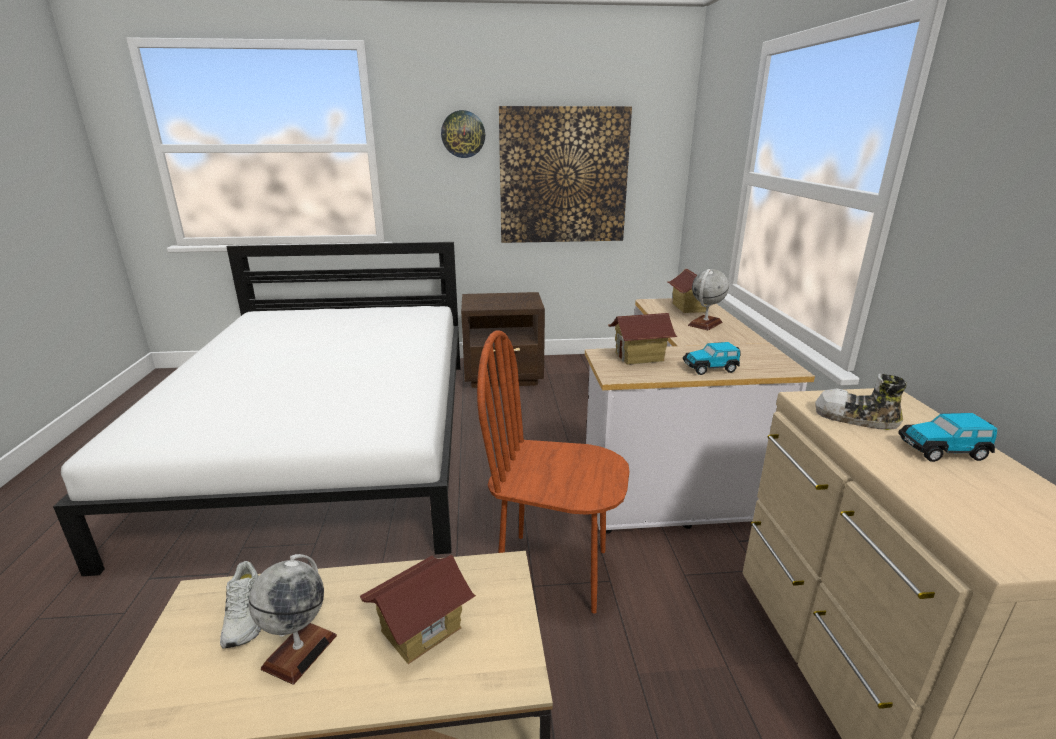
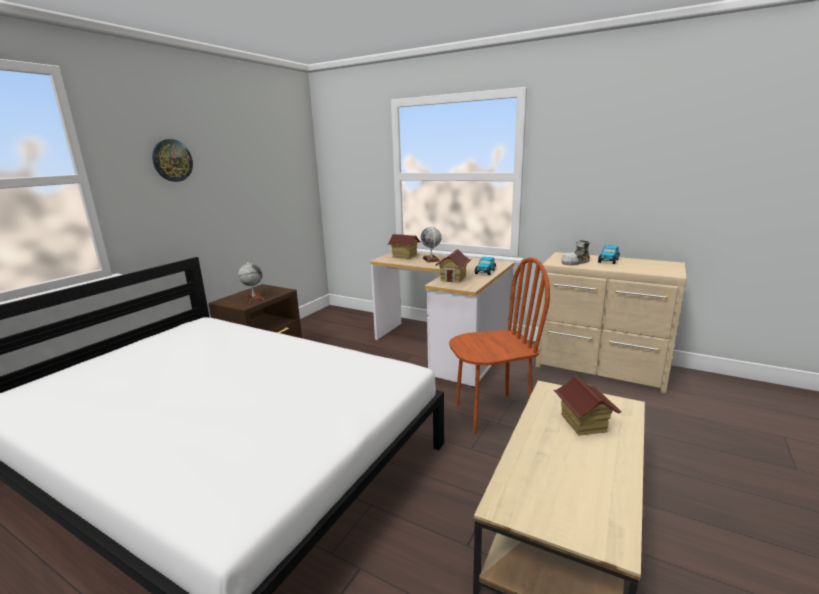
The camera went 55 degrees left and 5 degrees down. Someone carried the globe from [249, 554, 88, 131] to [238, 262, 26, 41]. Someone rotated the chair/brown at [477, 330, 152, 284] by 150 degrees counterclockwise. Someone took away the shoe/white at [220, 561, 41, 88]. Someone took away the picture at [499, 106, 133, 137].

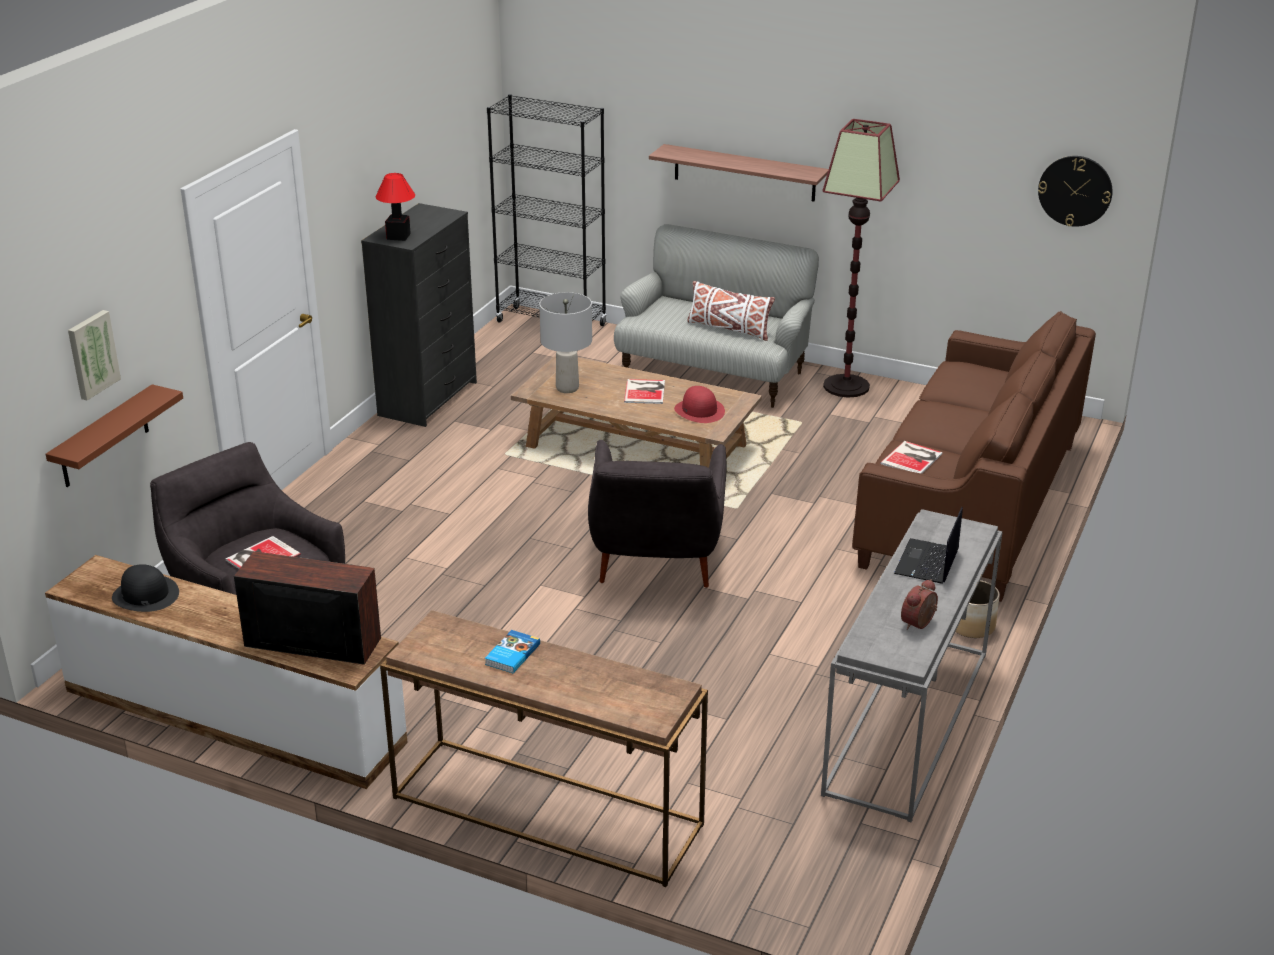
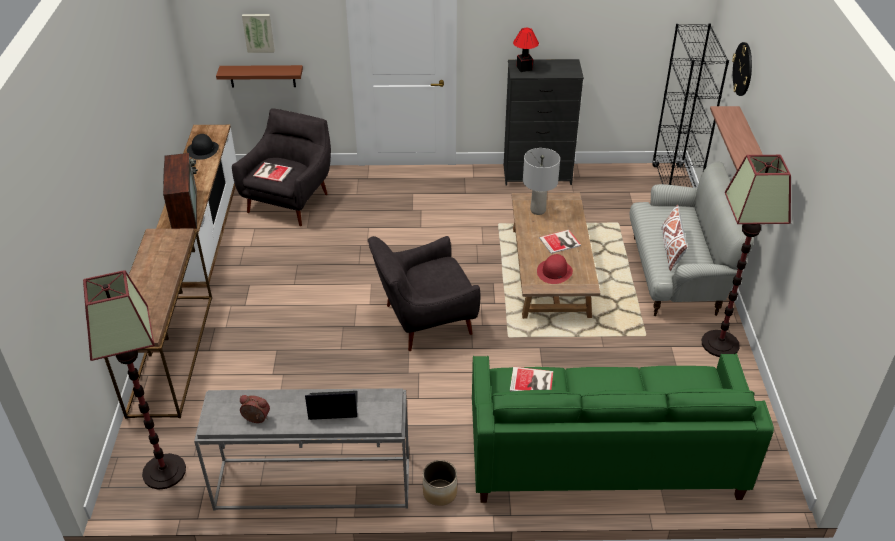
The camera went 65 degrees right and 10 degrees up. Someone put down the floor lamp at [83, 270, 103, 220]. Someone repainted the sofa/brown at [852, 311, 244, 291], which became the sofa/green at [472, 353, 302, 150]. Someone carried the wall clock from [1038, 156, 74, 71] to [732, 42, 20, 54]. Someone took away the book at [485, 630, 55, 43].

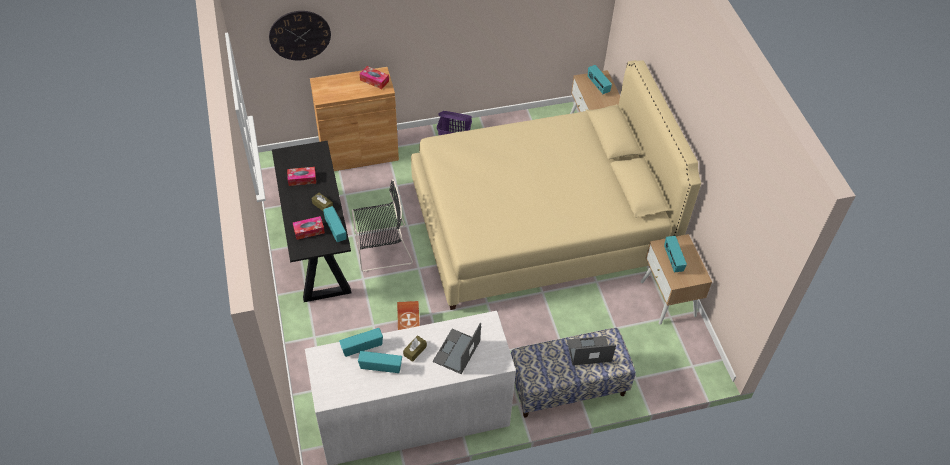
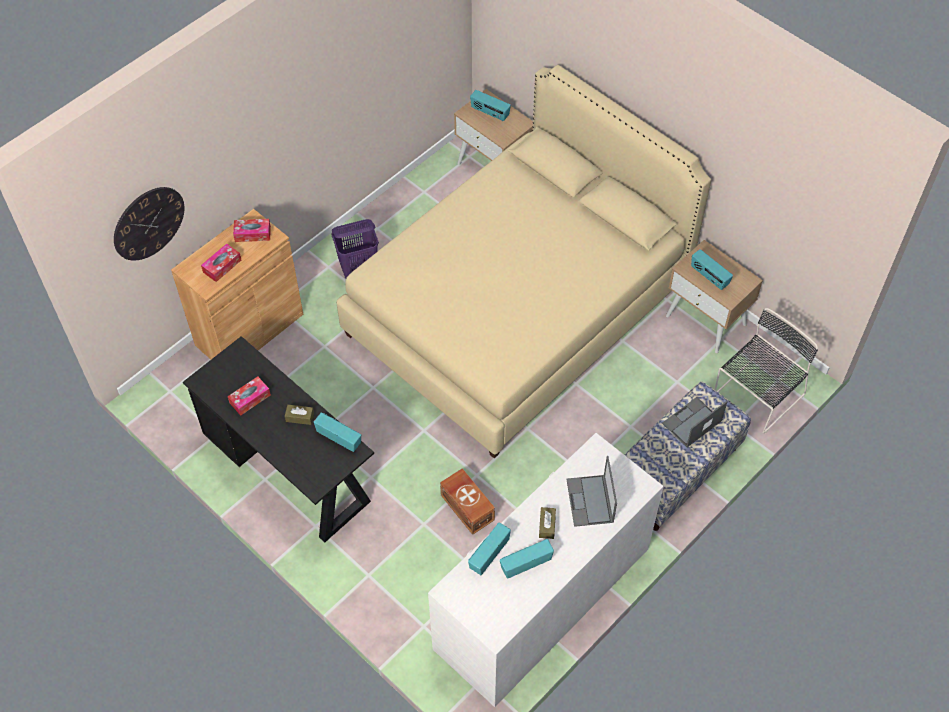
The camera went 30 degrees left and 5 degrees up. Someone carried the tissue box from [293, 216, 32, 24] to [201, 244, 40, 38]. Someone carried the chair/black from [352, 179, 61, 93] to [715, 308, 103, 126].

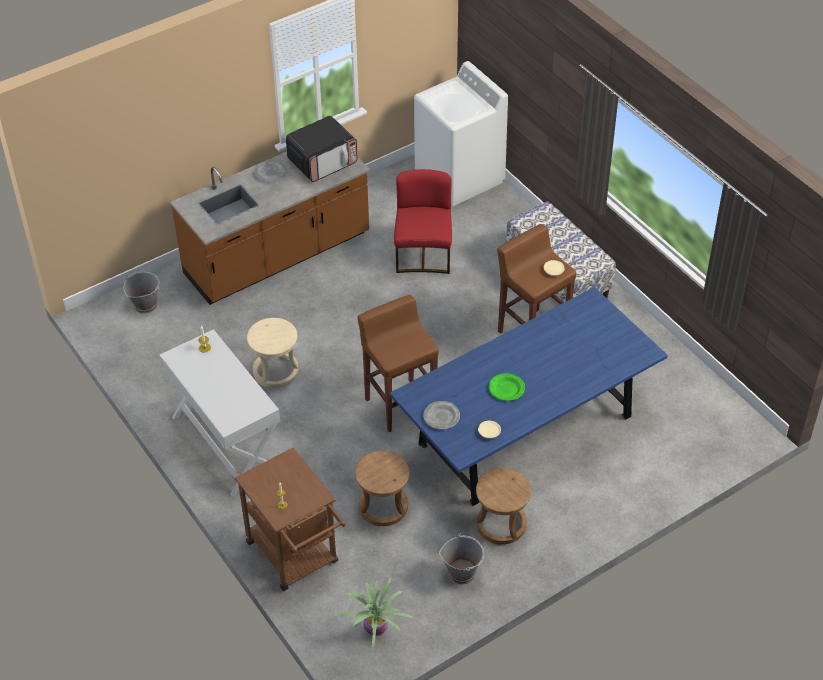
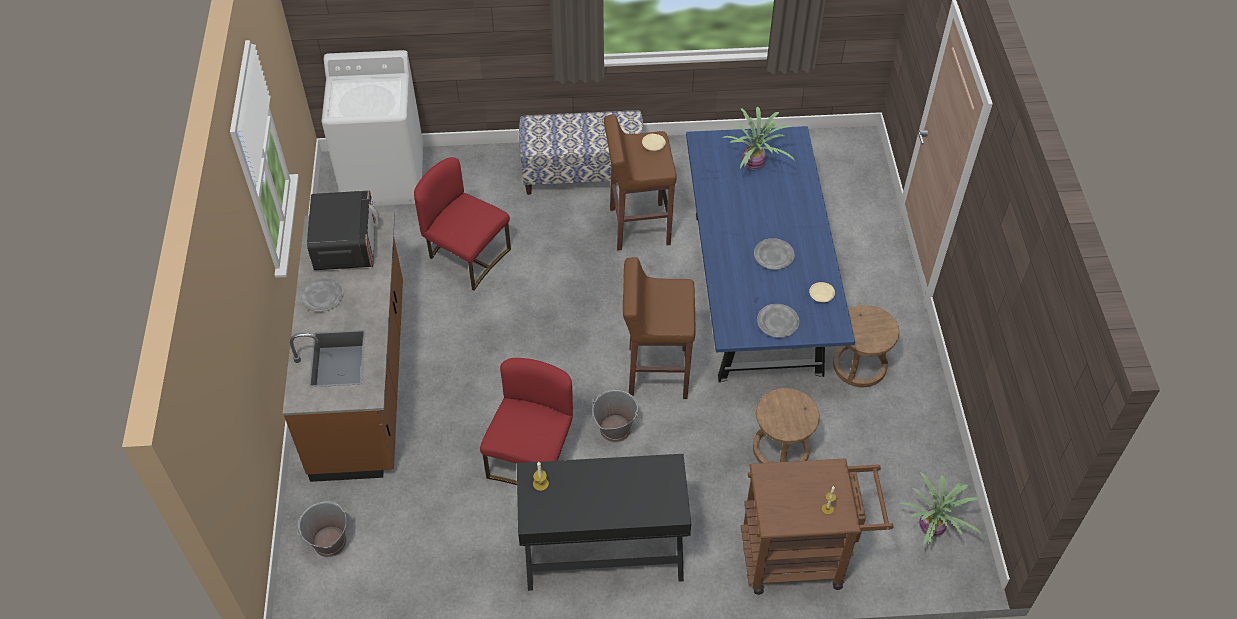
The camera went 60 degrees left and 5 degrees up. Someone swapped the stool/beige at [247, 318, 52, 70] for the chair/red at [480, 358, 93, 127]. Someone repainted the console table/white at [160, 329, 120, 168], which became the console table/black at [517, 454, 174, 137]. Someone carried the bucket/grey from [439, 534, 45, 50] to [592, 390, 47, 53]. Someone put down the potted plant at [722, 107, 73, 63]. Someone repainted the plate/green at [489, 373, 36, 28], which became the plate/grey at [754, 238, 40, 32].

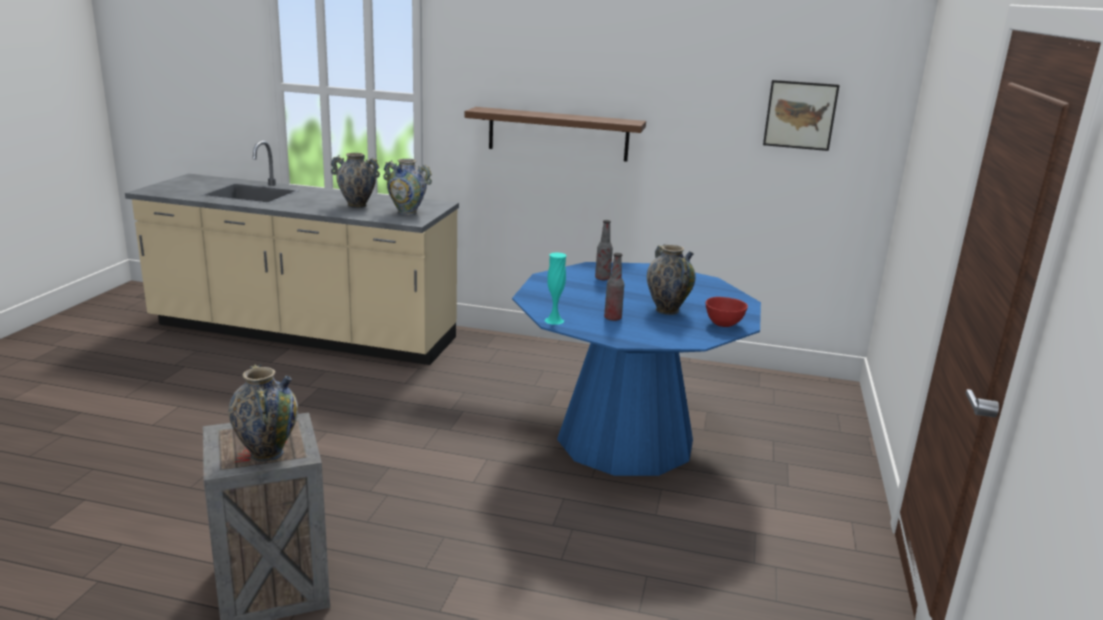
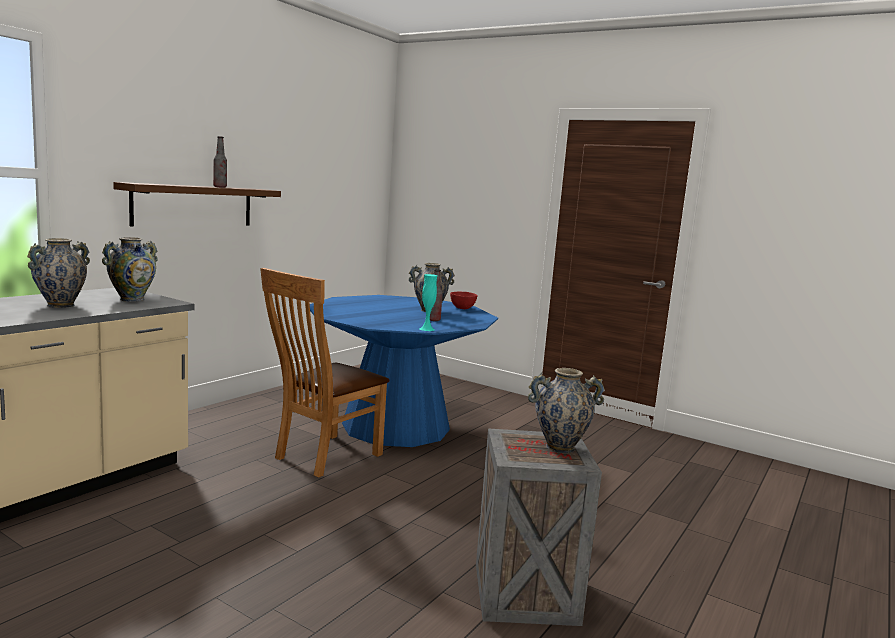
The camera went 70 degrees left and 10 degrees down. Someone carried the bottle from [595, 220, 18, 60] to [213, 136, 14, 52]. Someone put down the chair/brown at [260, 268, 130, 210]. Someone took away the picture at [763, 80, 77, 71].

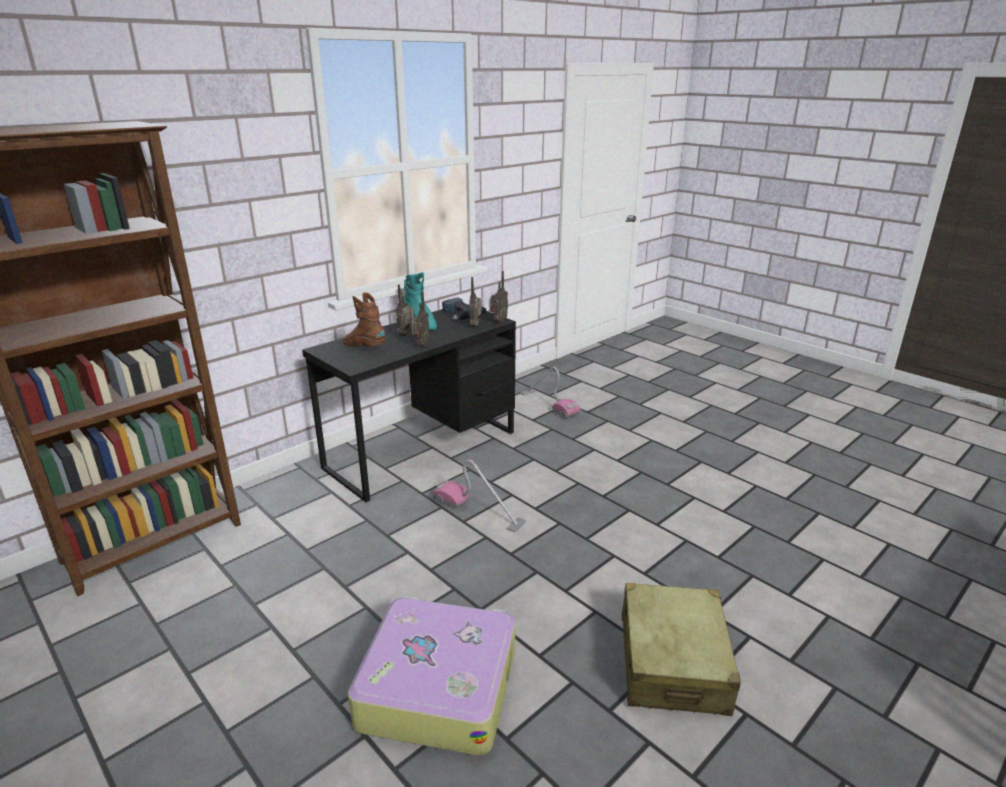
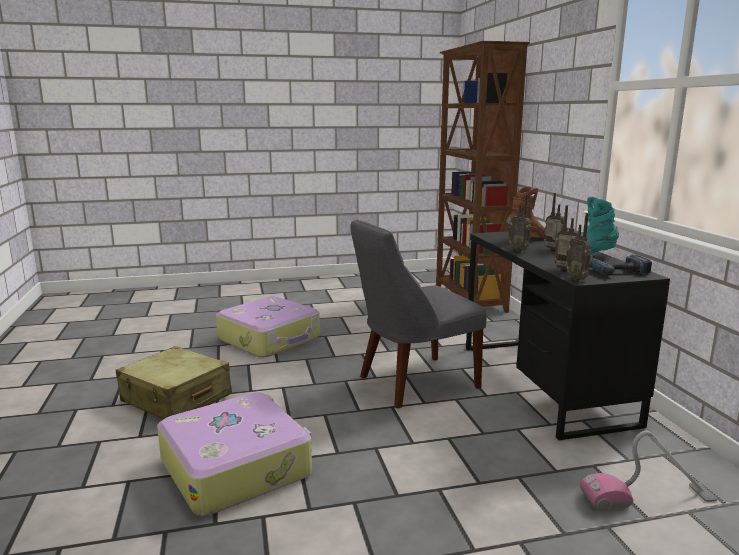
The camera went 120 degrees right and 10 degrees down. Someone put down the suitcase at [157, 392, 155, 124]. Someone swapped the vacuum cleaner at [433, 460, 93, 72] for the chair/grey at [351, 220, 135, 188].

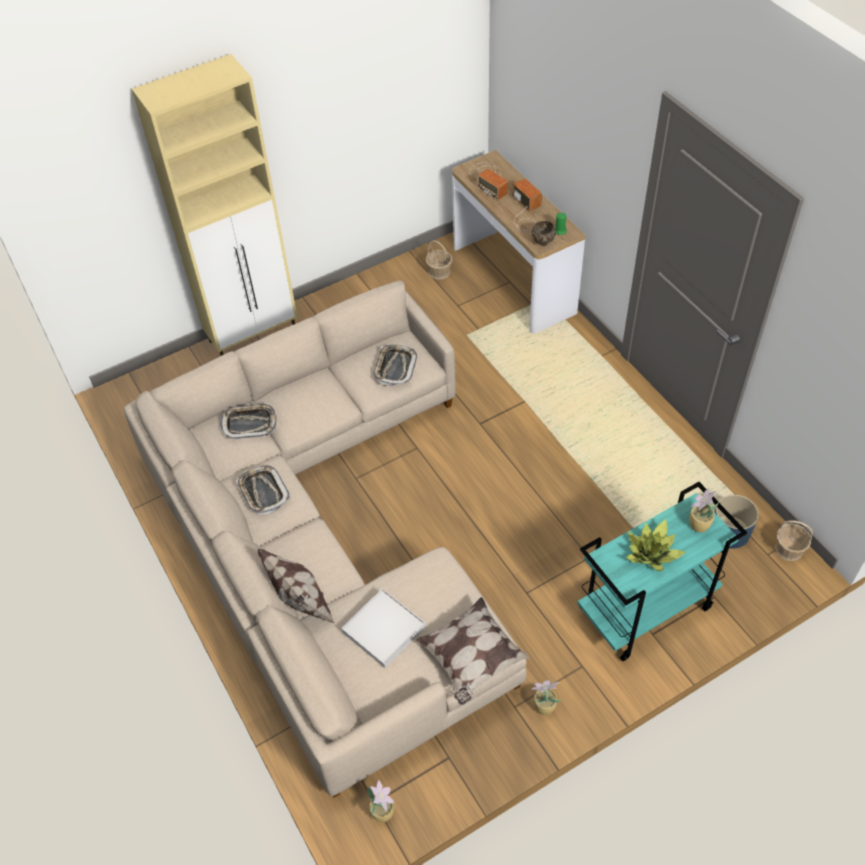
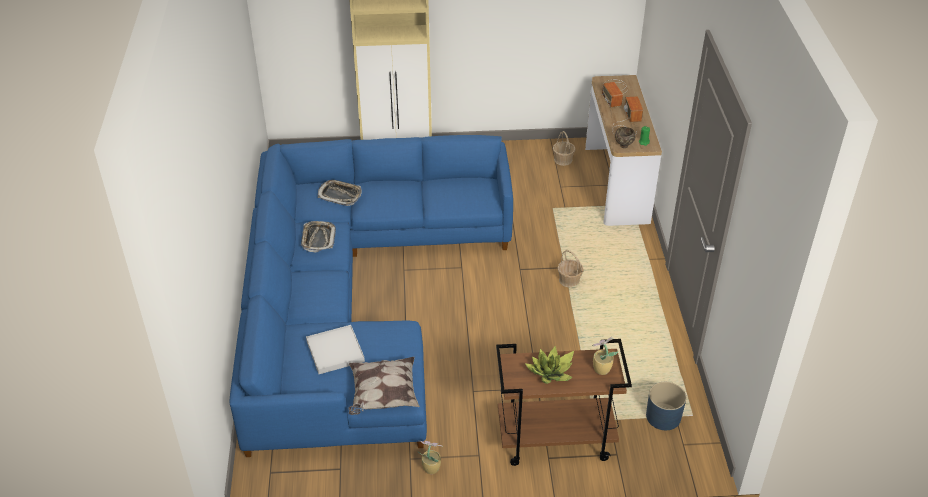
The camera went 25 degrees right and 10 degrees down. Someone repainted the sofa/beige at [124, 280, 403, 518], which became the sofa/blue at [230, 135, 283, 322]. Someone repainted the cart/turquoise at [577, 482, 170, 179], which became the cart/brown at [496, 339, 136, 127]. Someone carried the basket from [775, 520, 38, 41] to [558, 250, 26, 37]. Someone took away the pillow at [257, 548, 78, 76]. Someone took away the potted plant at [367, 780, 27, 42]. Someone took away the tray at [374, 344, 43, 42].

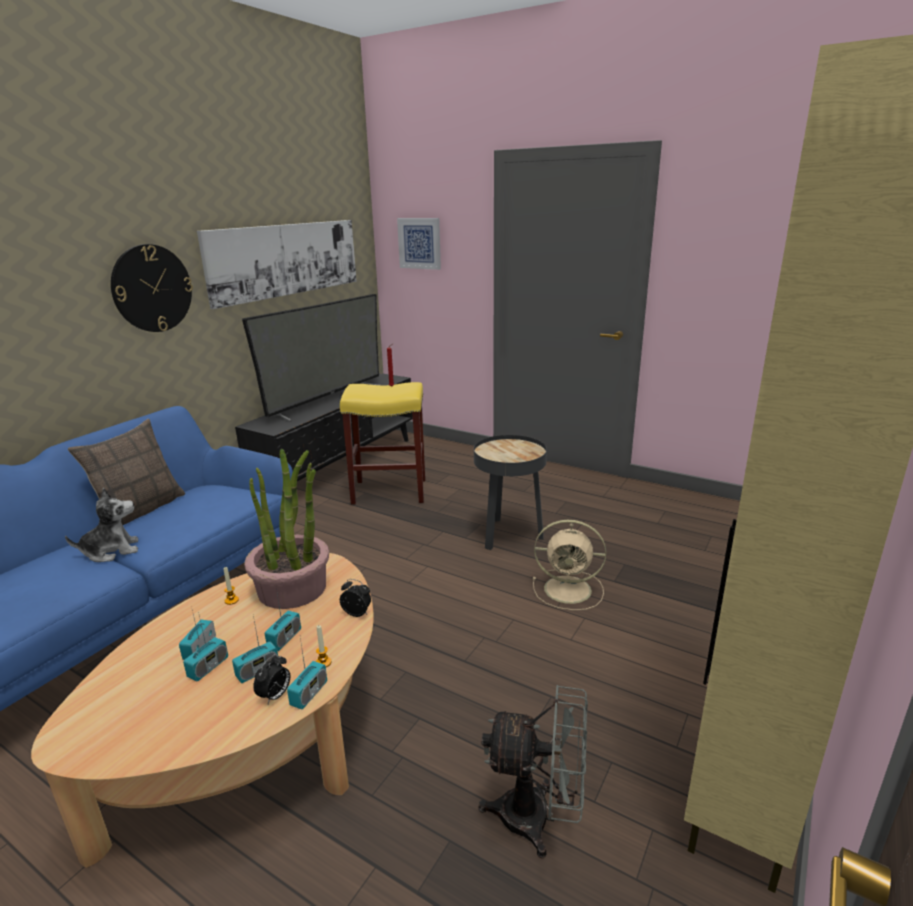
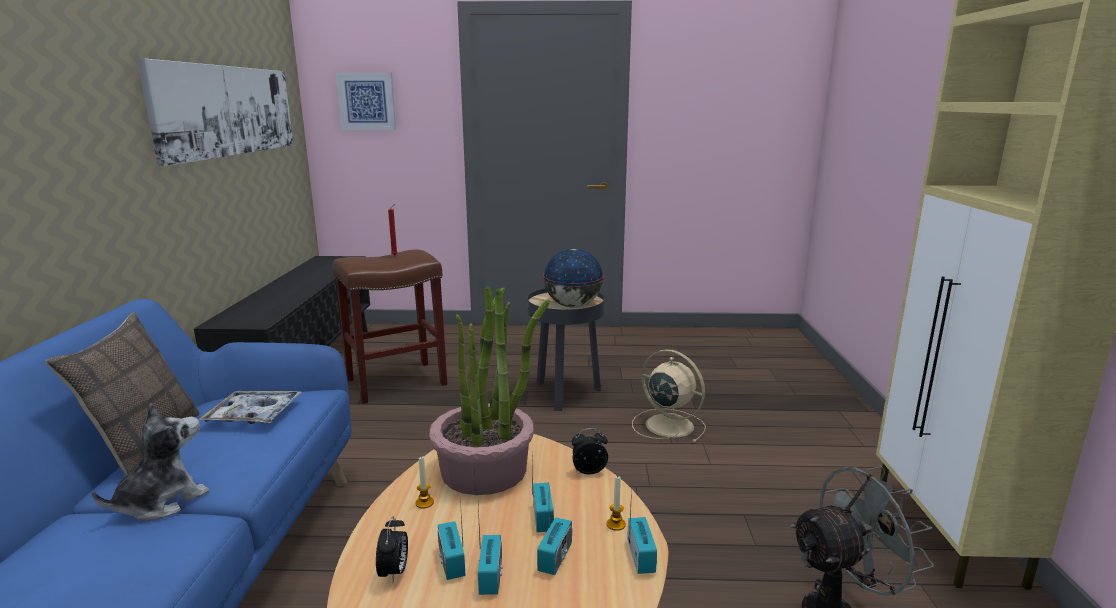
The camera went 30 degrees left and 5 degrees down. Someone put down the tray at [198, 391, 104, 33]. Someone repainted the stool/yellow at [340, 382, 86, 123], which became the stool/brown at [332, 249, 115, 155]. Someone carried the alarm clock from [253, 654, 37, 50] to [376, 516, 32, 66]. Someone put down the globe at [543, 248, 61, 60]. Someone rotated the fan/beige at [533, 520, 73, 90] by 120 degrees counterclockwise. Someone took away the wall clock at [111, 244, 82, 88]. Someone took away the television at [242, 294, 137, 128].

